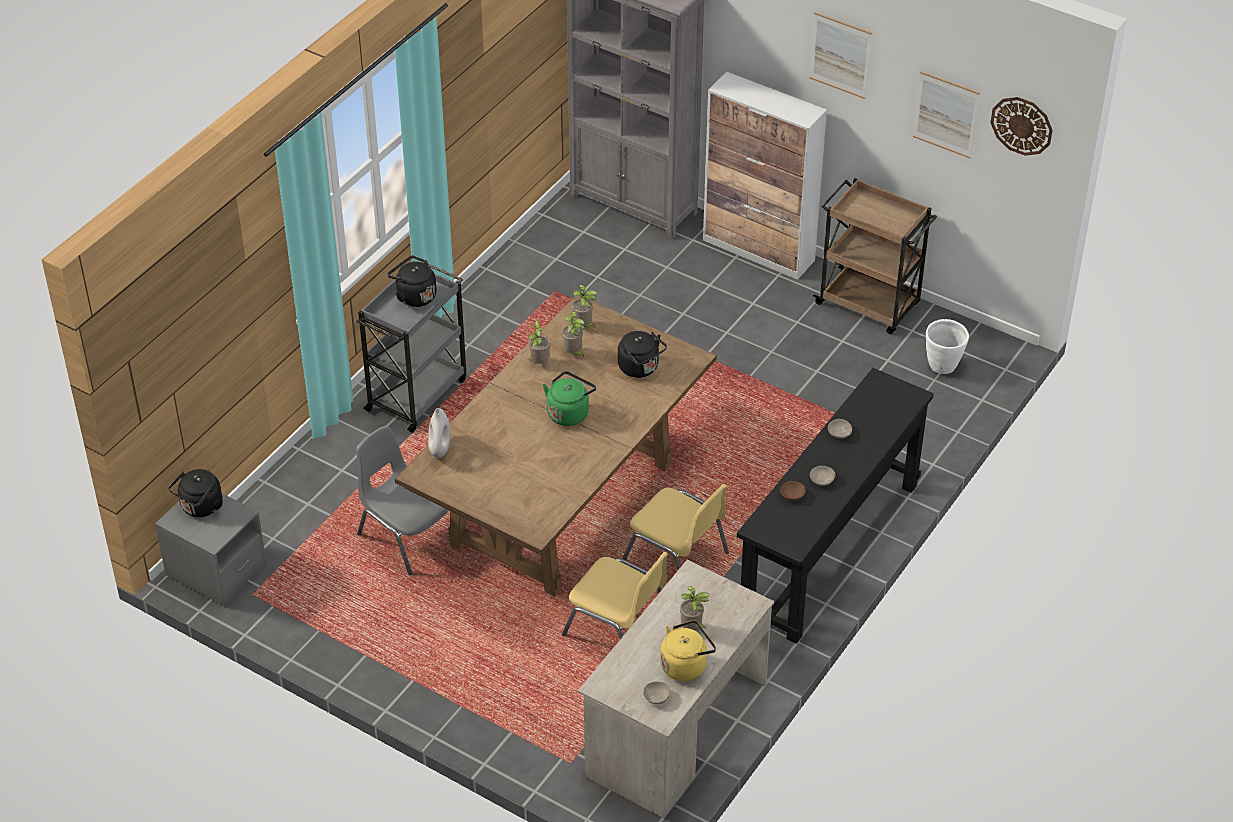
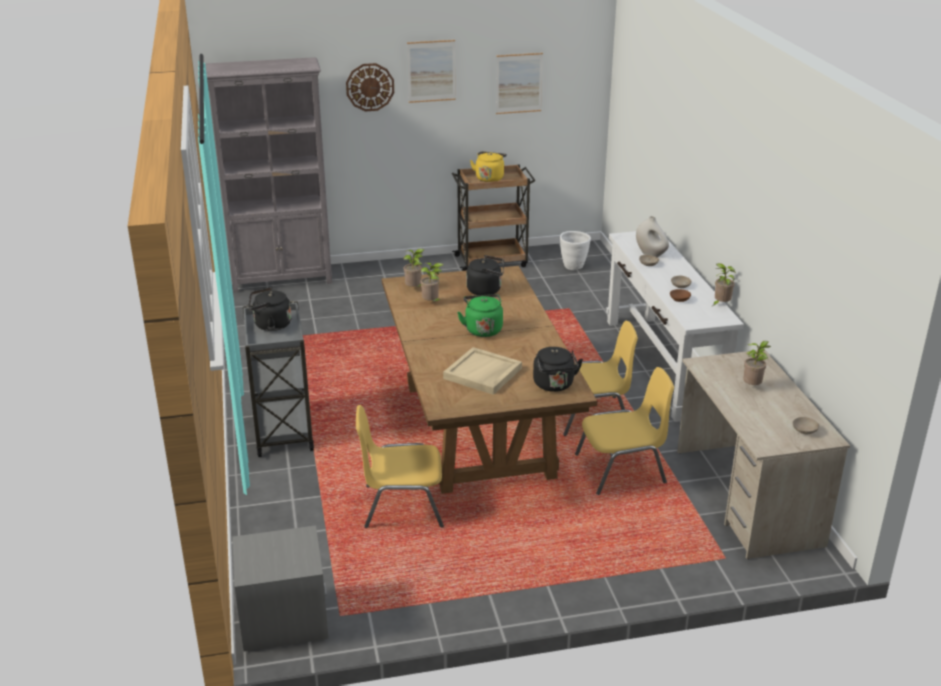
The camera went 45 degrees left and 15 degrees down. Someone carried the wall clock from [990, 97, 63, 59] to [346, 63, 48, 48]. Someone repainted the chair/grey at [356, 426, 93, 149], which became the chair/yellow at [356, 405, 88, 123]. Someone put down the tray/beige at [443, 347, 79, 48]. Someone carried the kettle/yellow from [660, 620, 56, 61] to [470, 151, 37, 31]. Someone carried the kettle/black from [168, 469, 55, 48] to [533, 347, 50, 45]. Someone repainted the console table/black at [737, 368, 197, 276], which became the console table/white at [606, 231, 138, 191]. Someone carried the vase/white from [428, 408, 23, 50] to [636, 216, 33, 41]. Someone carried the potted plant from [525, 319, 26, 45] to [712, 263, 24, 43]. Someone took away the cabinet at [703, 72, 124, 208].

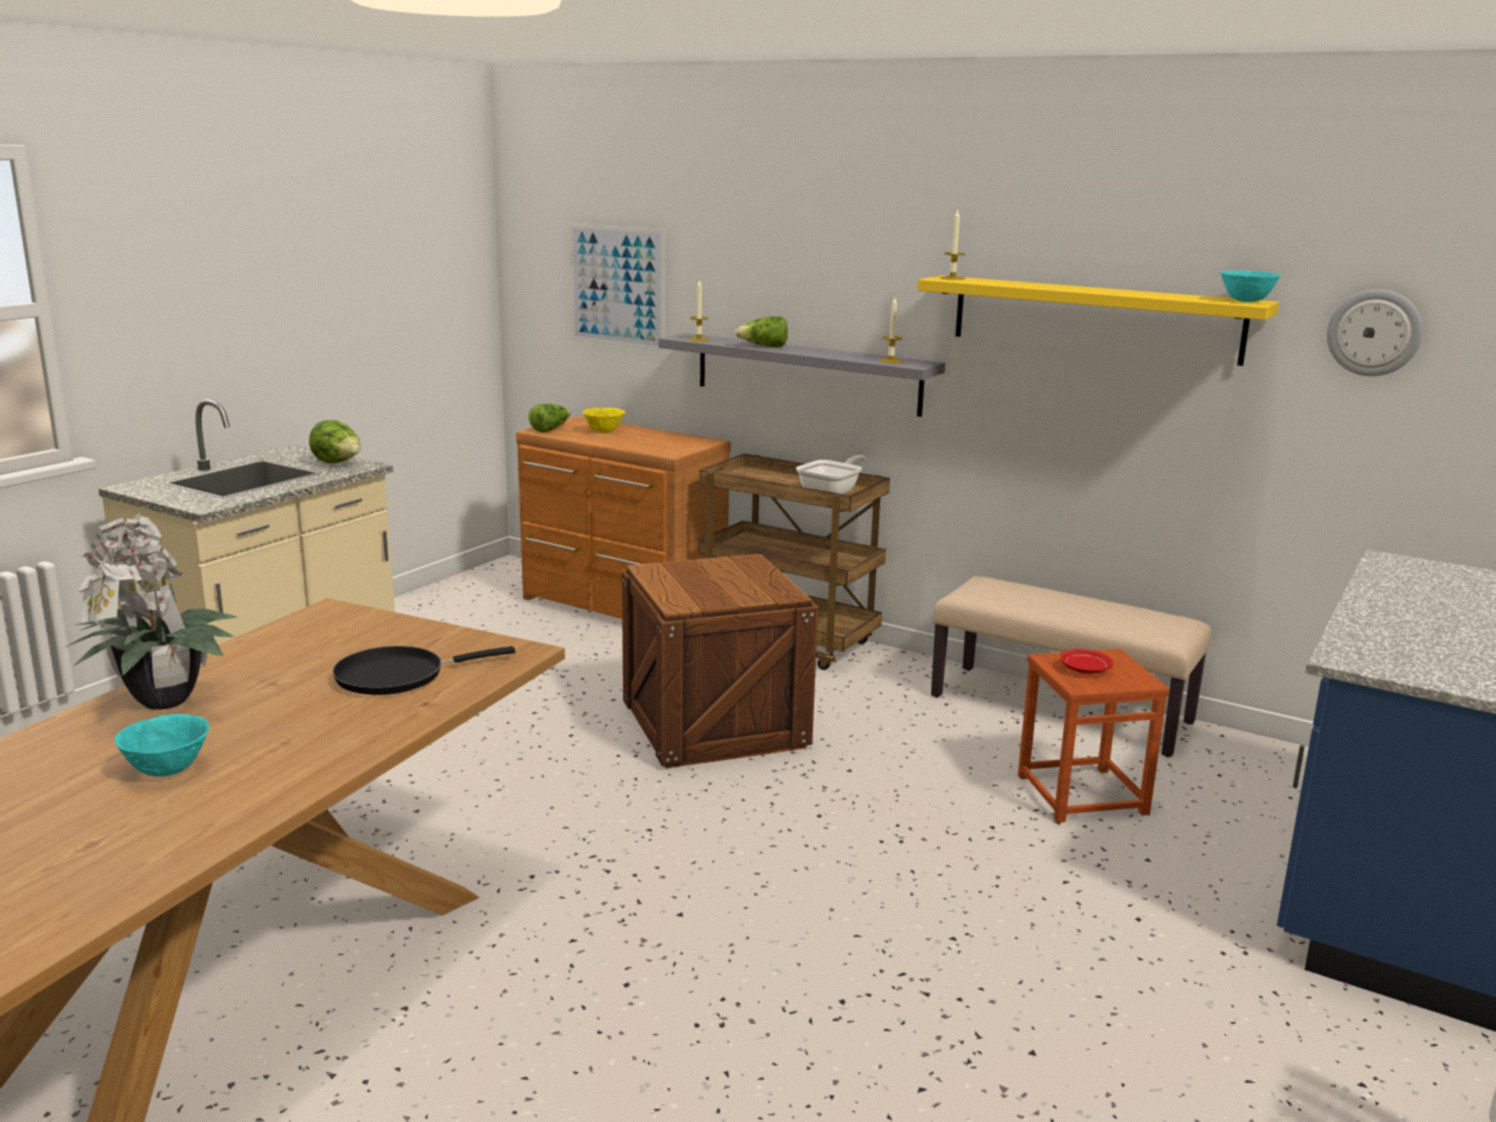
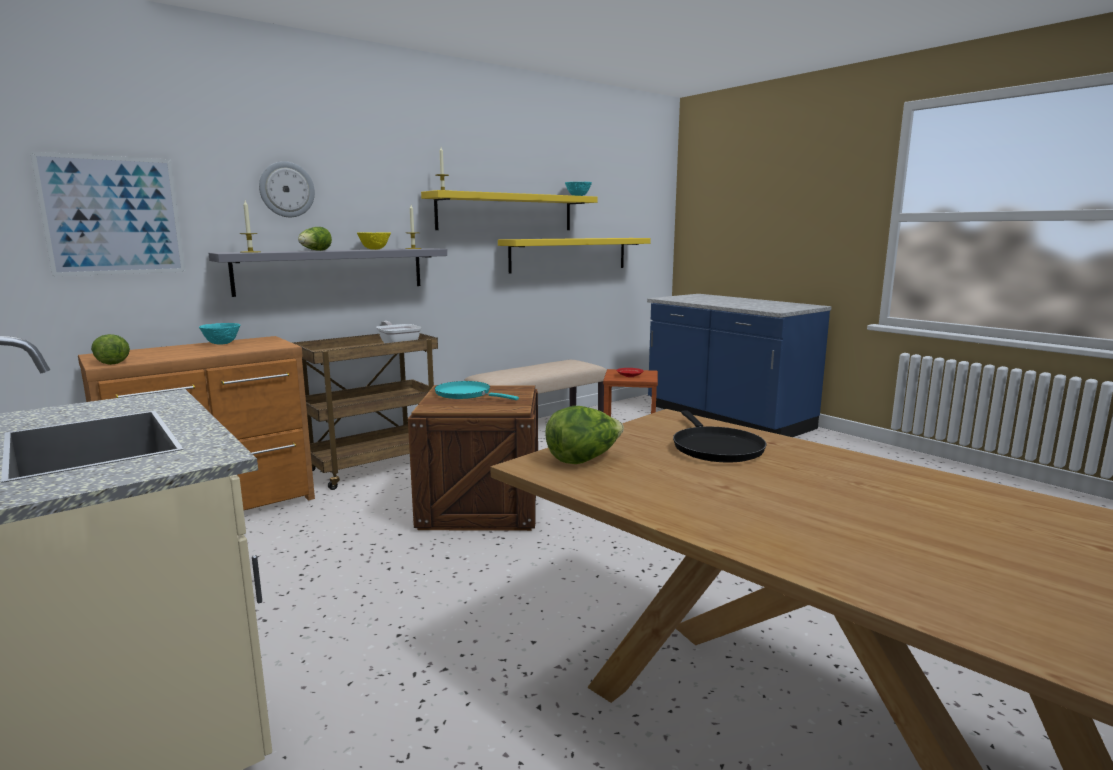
The camera went 70 degrees left and 5 degrees down. Someone carried the bowl/turquoise from [114, 714, 96, 63] to [199, 323, 41, 22]. Someone carried the wall clock from [1327, 289, 96, 87] to [259, 161, 56, 56]. Someone carried the bowl/yellow from [583, 408, 42, 25] to [357, 232, 34, 18]. Someone put down the frying pan/turquoise at [434, 381, 85, 19]. Someone put up the shelf/yellow at [498, 238, 153, 36]. Someone carried the lettuce from [309, 420, 52, 43] to [545, 406, 79, 58]. Someone took away the potted plant at [64, 513, 173, 197].

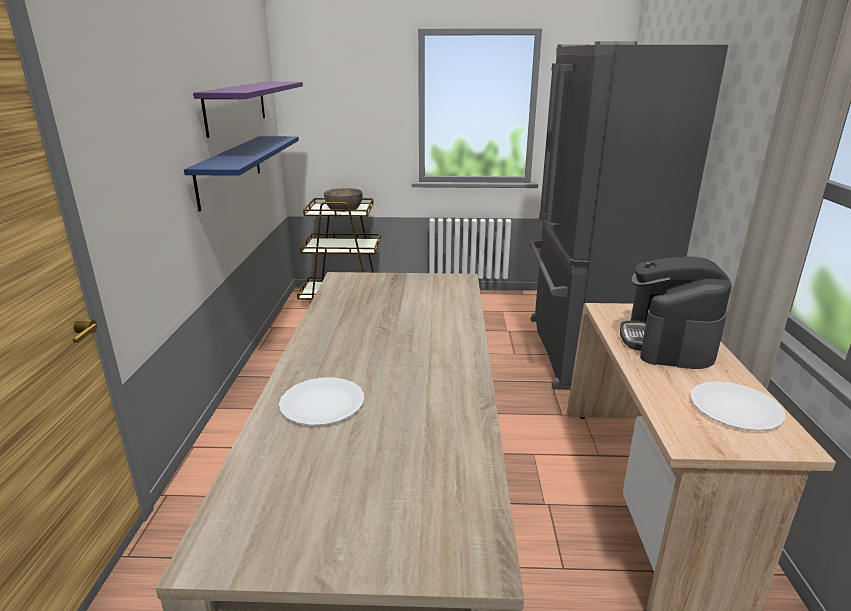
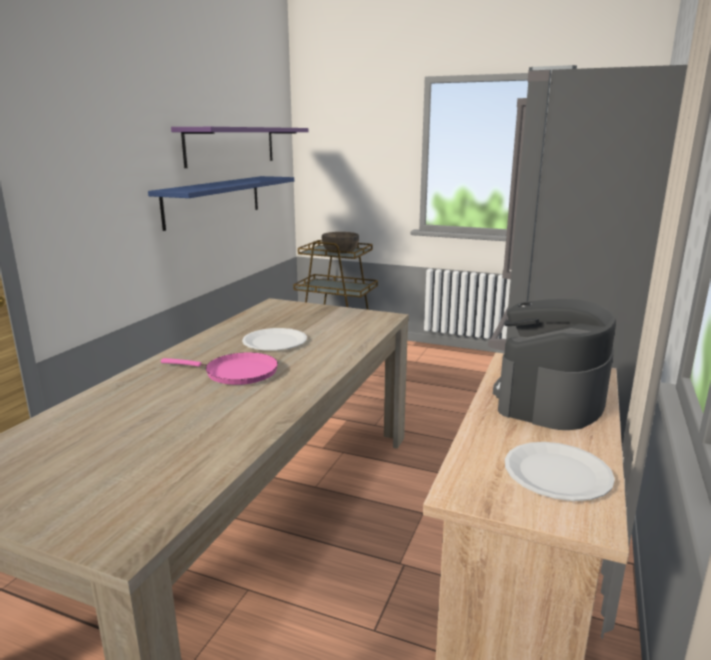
The camera went 20 degrees right and 5 degrees down. Someone put down the frying pan/pink at [161, 352, 117, 33]. Someone carried the plate/white from [279, 377, 85, 49] to [242, 328, 65, 23].

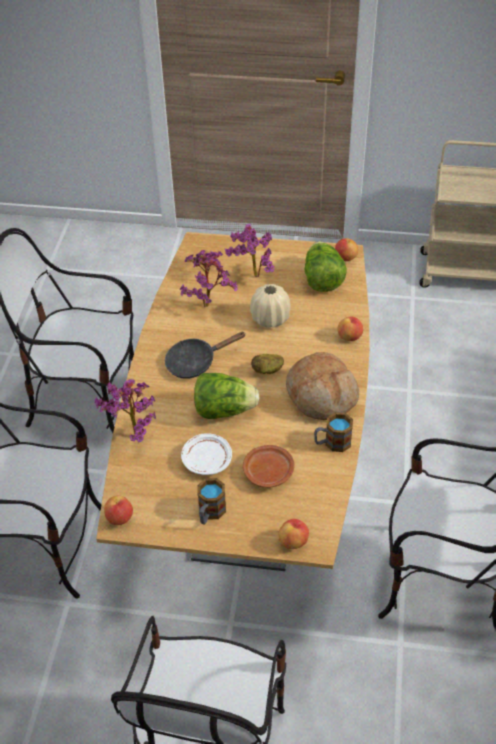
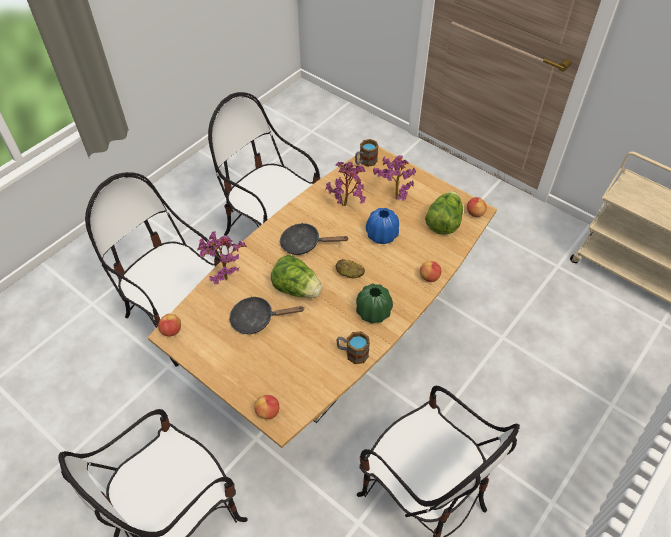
The camera went 30 degrees right and 5 degrees up. Someone swapped the plate/white at [181, 433, 51, 42] for the frying pan/black at [229, 296, 75, 38]. Someone carried the mug from [197, 478, 29, 47] to [355, 139, 23, 28]. Someone swapped the bread at [286, 352, 73, 68] for the vase/green at [356, 284, 37, 39]. Someone repainted the vase/beige at [250, 284, 41, 44], which became the vase/blue at [366, 208, 33, 36]. Someone took away the plate/brown at [243, 445, 51, 43].

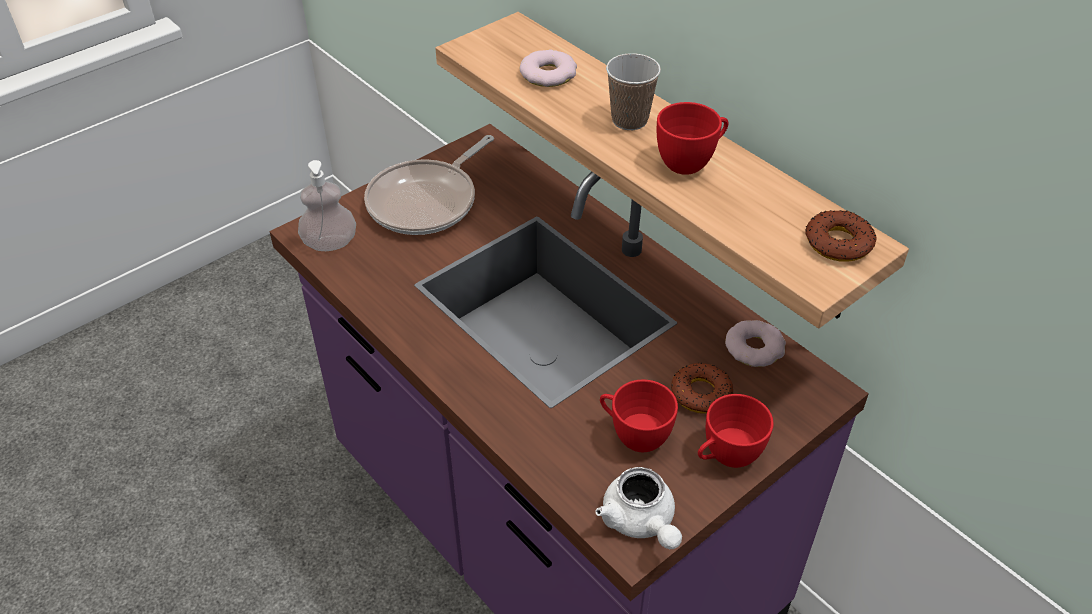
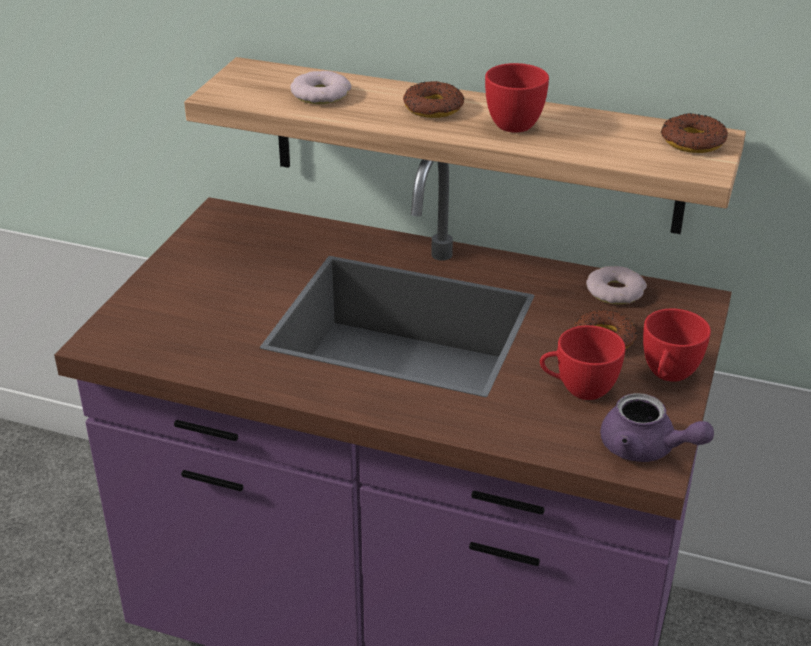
The camera went 30 degrees left and 10 degrees down. Someone swapped the cup at [606, 53, 55, 77] for the donut at [403, 81, 61, 37]. Someone repainted the teapot/white at [595, 467, 87, 82], which became the teapot/purple at [600, 393, 114, 69]. Someone took away the soap dispenser at [298, 160, 58, 91]. Someone took away the frying pan at [364, 135, 130, 100].

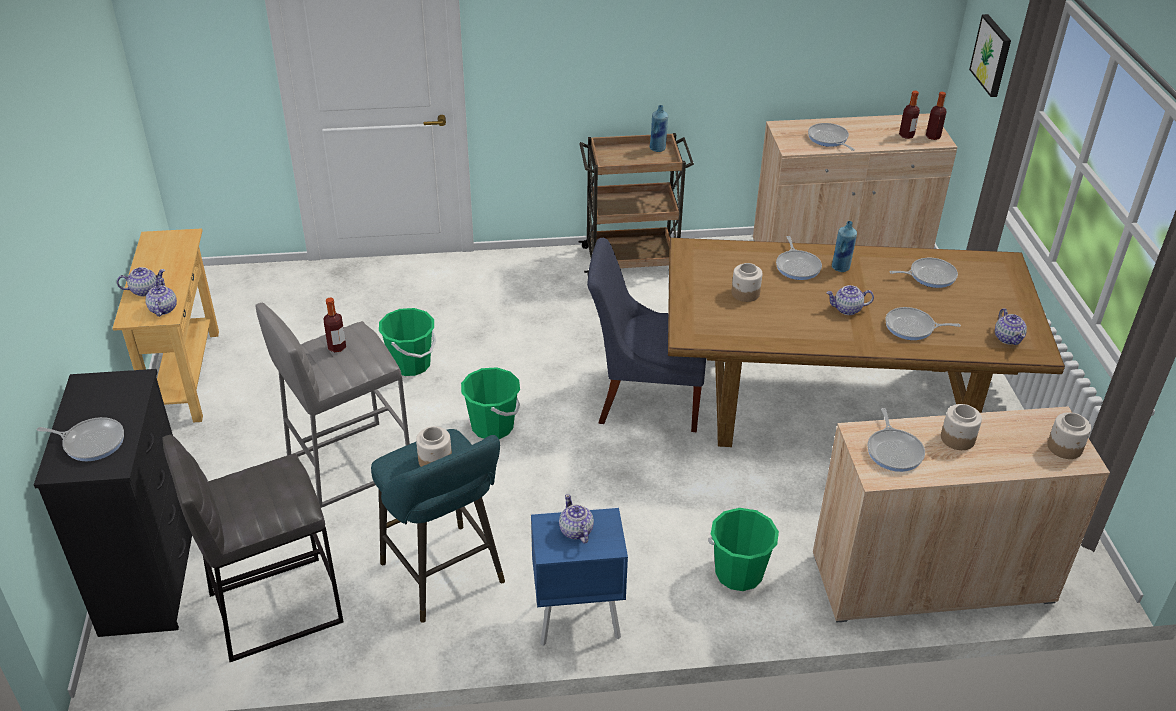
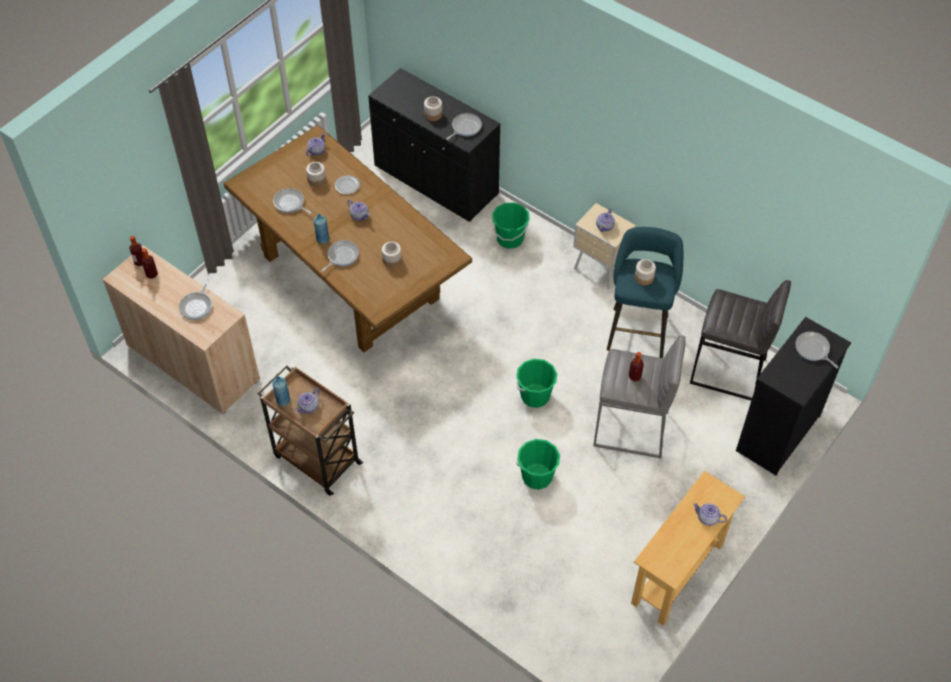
The camera went 135 degrees left and 15 degrees up. Someone carried the teapot from [146, 278, 31, 39] to [295, 388, 25, 26]. Someone carried the jar from [1047, 413, 44, 46] to [306, 162, 20, 25]. Someone swapped the frying pan at [885, 307, 76, 33] for the plate at [335, 175, 25, 19]. Someone repainted the cabinet/beige at [813, 406, 297, 217], which became the cabinet/black at [368, 68, 132, 154]. Someone repainted the nightstand/blue at [531, 507, 97, 139], which became the nightstand/beige at [573, 203, 63, 87]. Someone took away the chair/blue at [587, 238, 119, 194]. Someone took away the picture at [969, 14, 42, 83].

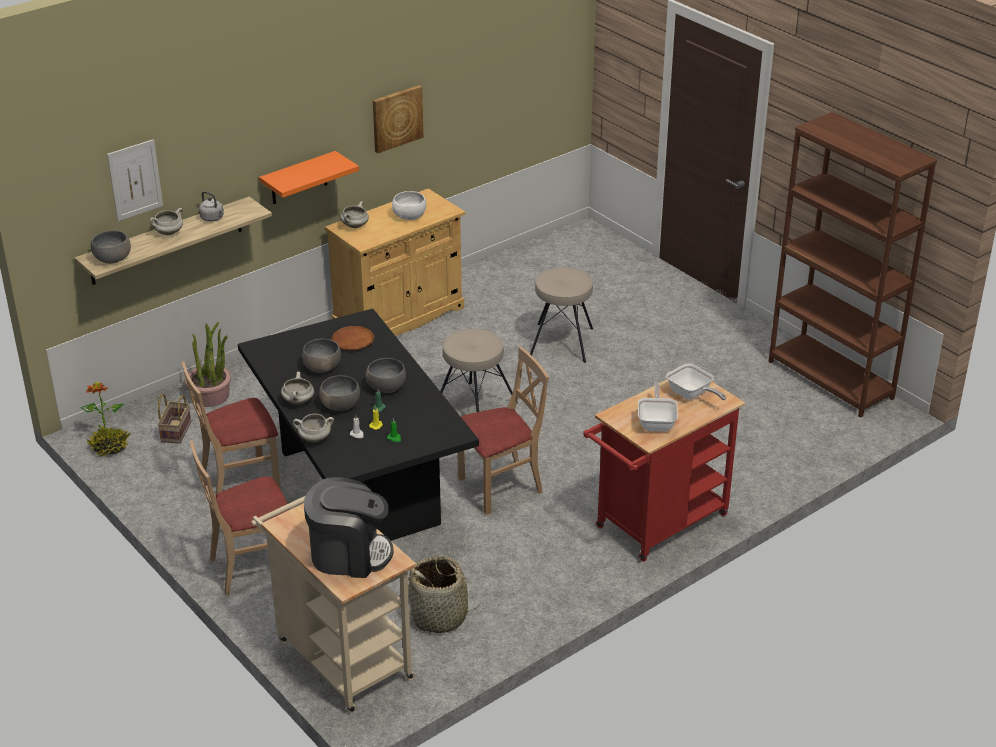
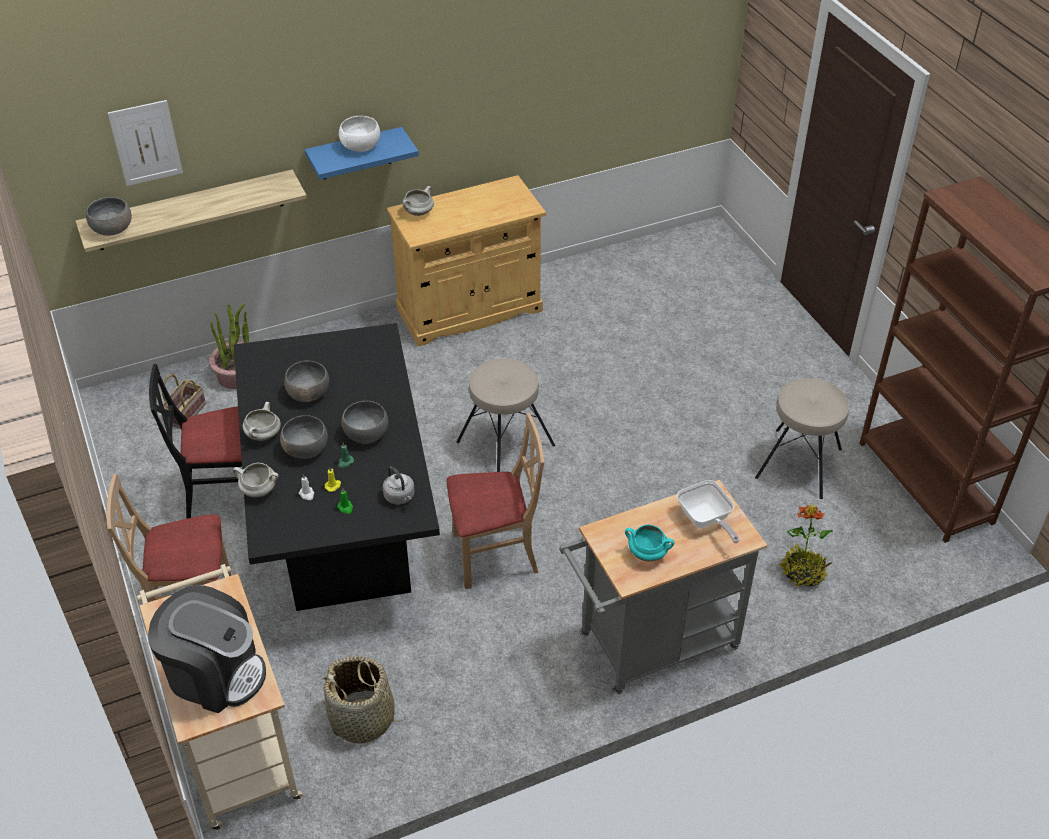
The camera went 15 degrees right and 10 degrees up. Someone repainted the chair/beige at [182, 361, 99, 133], which became the chair/black at [149, 364, 93, 155]. Someone repainted the shelf/orange at [259, 151, 100, 53], which became the shelf/blue at [305, 127, 114, 53]. Someone carried the bowl/white from [392, 191, 34, 29] to [339, 116, 41, 36]. Someone carried the kettle/grey from [199, 191, 25, 31] to [383, 466, 32, 39]. Someone repainted the cart/red at [583, 380, 162, 182], which became the cart/grey at [559, 480, 208, 214]. Someone swapped the frying pan at [638, 382, 40, 50] for the cooking pot/turquoise at [625, 525, 49, 36]. Someone carried the stool/beige from [530, 267, 63, 96] to [755, 378, 94, 121]. Someone carried the potted plant from [81, 382, 50, 75] to [779, 505, 54, 83]. Someone took away the cooking pot/white at [150, 208, 33, 27]. Someone took away the plate/brown at [331, 326, 43, 25]. Someone took away the picture at [373, 85, 51, 68].

